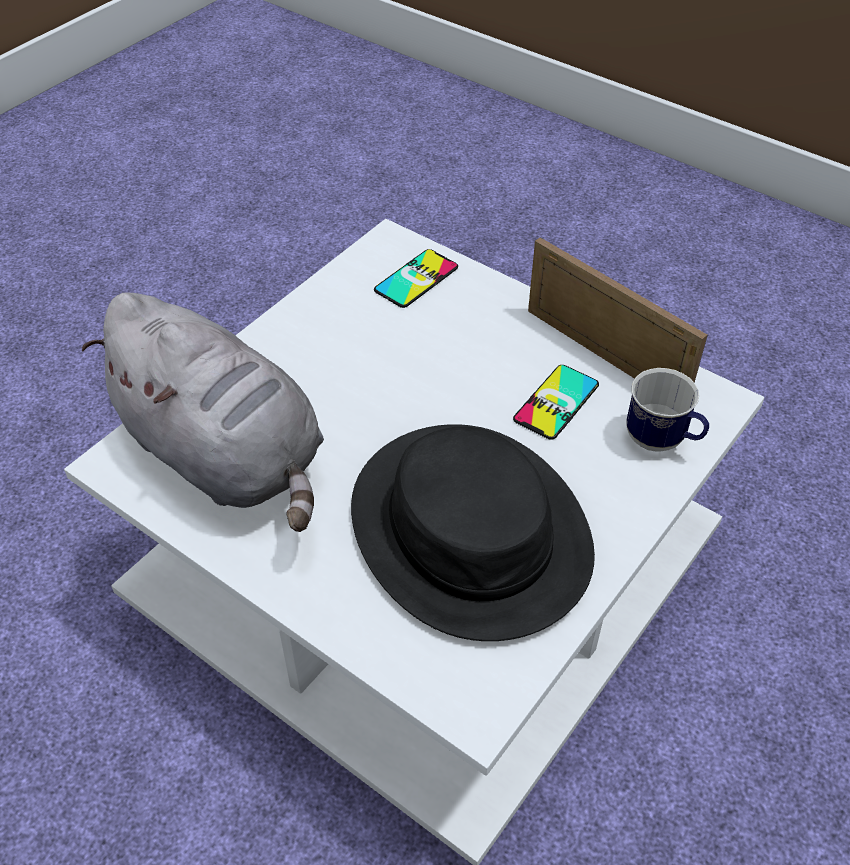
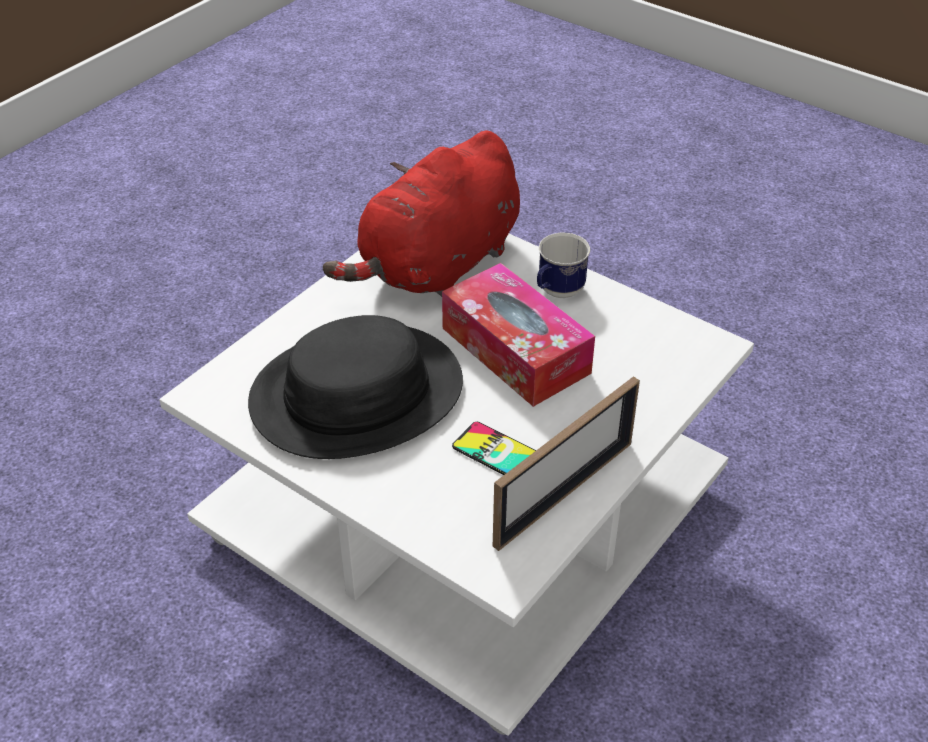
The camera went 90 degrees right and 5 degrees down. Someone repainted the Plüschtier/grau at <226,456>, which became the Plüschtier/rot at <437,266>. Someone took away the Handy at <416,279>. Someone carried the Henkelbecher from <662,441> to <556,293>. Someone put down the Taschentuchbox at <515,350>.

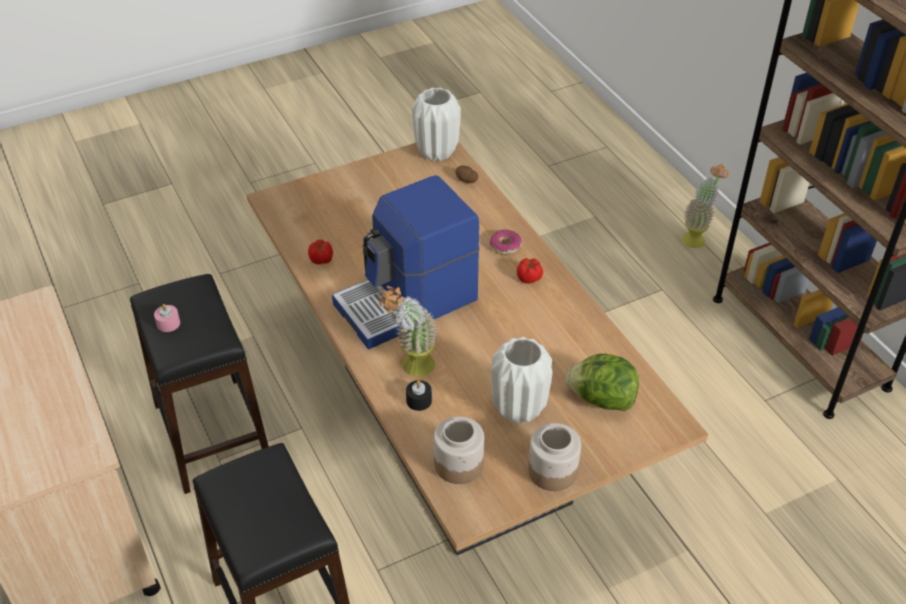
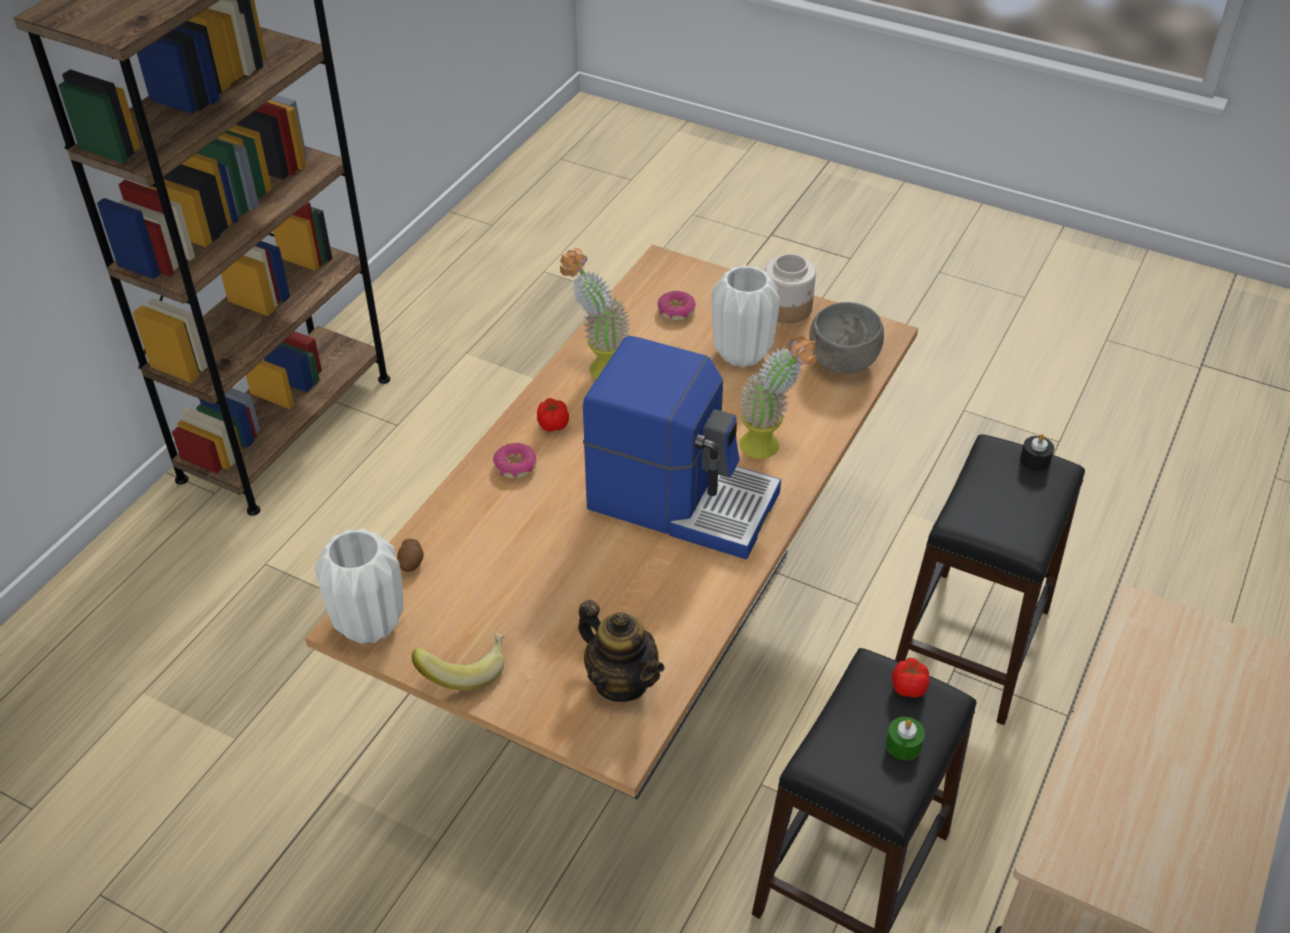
The camera went 125 degrees left and 0 degrees up. Someone repainted the Kerze/rosa at <168,323>, which became the Kerze/grün at <903,745>. Someone carried the Tomate from <322,260> to <908,686>. Someone carried the Kerze/schwarz from <419,400> to <1035,460>. Someone swapped the Vorratsglas at <459,464> for the Schüssel/grau at <842,362>. Someone swapped the Salatkopf at <601,399> for the Donut at <676,311>. Someone carried the Topfpflanze from <697,237> to <598,368>. Someone put down the Banane at <464,669>. Someone put down the Teekanne at <621,681>.

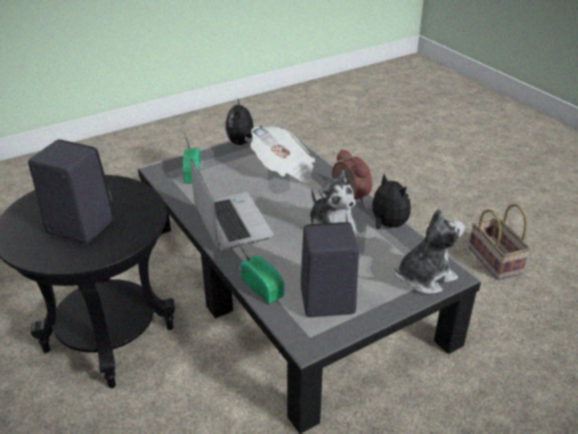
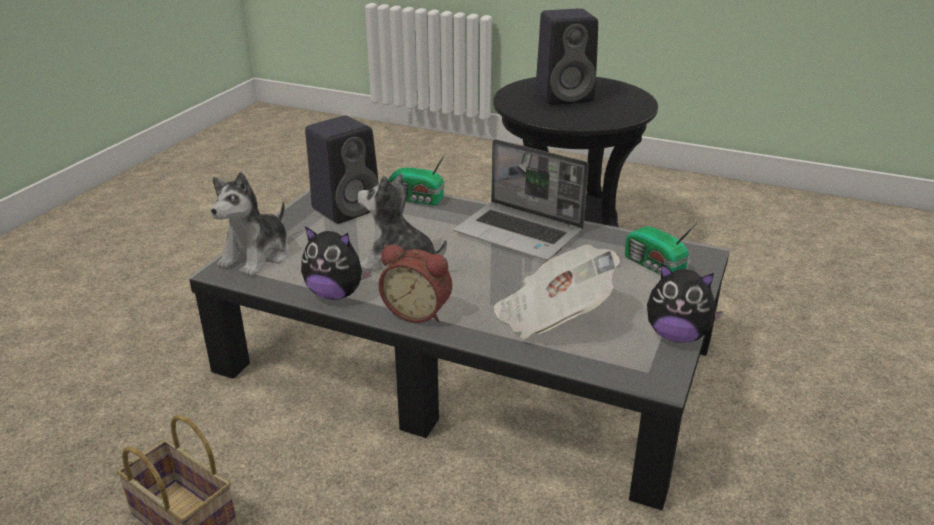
The camera went 145 degrees right and 5 degrees down. Someone rotated the Plüschtier at <242,142> by 150 degrees clockwise.

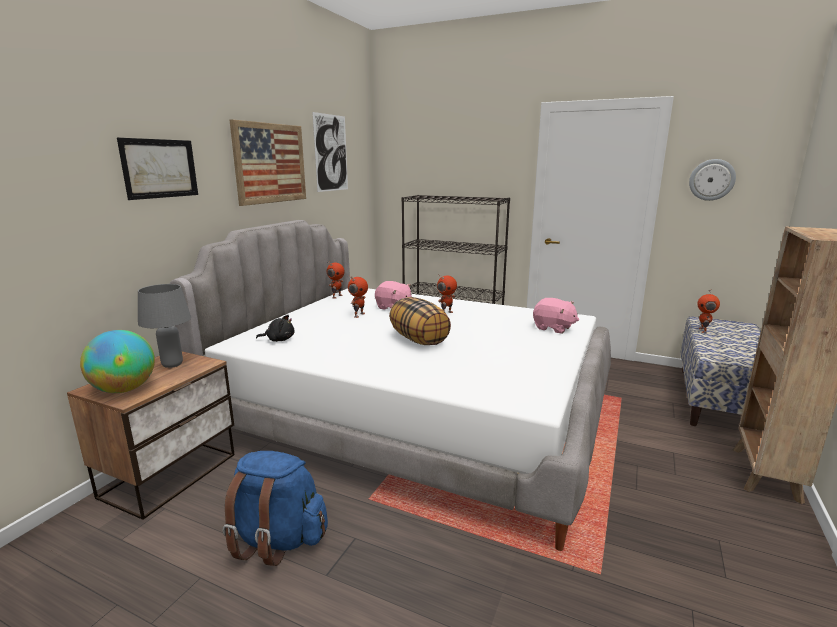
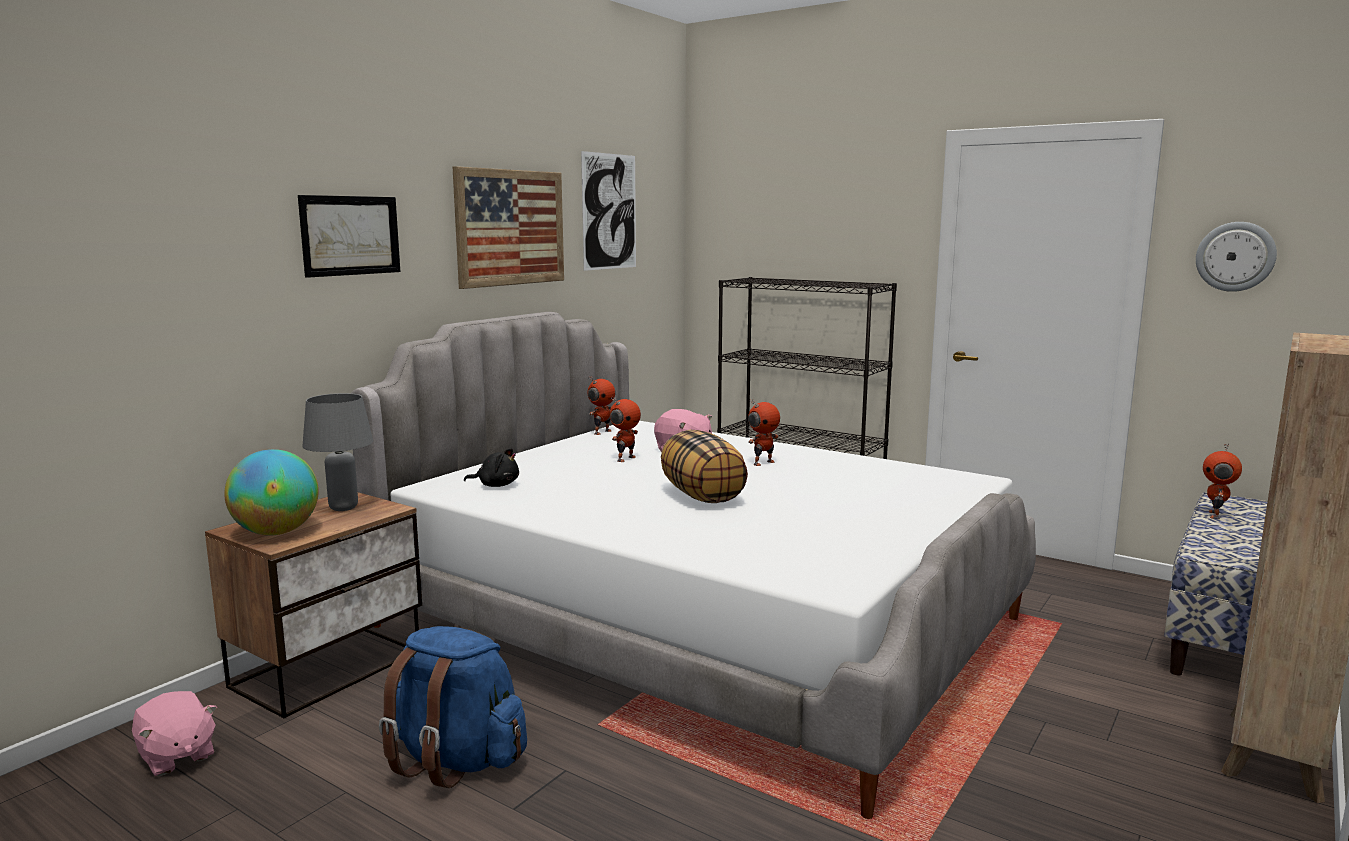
The camera went 10 degrees right and 5 degrees down. Someone carried the Plüschtier/rosa from <553,328> to <176,756>.

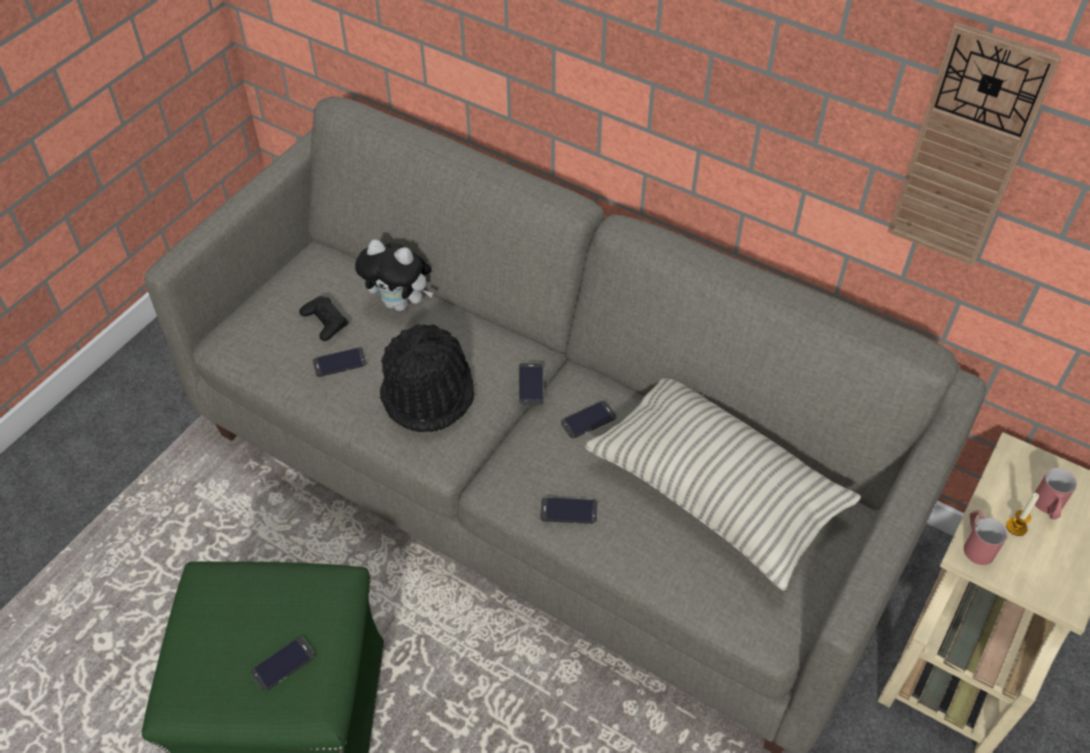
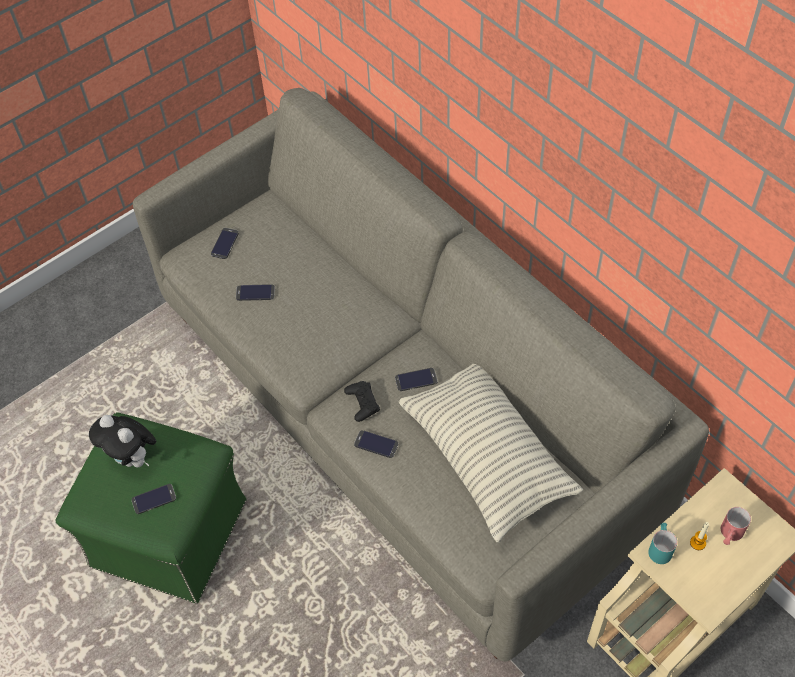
The camera went 20 degrees right and 5 degrees up. Someone carried the Gamepad/schwarz from <325,321> to <362,403>. Someone carried the Plüschtier from <400,303> to <132,458>. Someone took away the Hut/schwarz at <428,391>. Someone carried the Handy from <531,384> to <225,243>. Someone took away the Wanduhr at <966,150>. Someone repainted the Henkelbecher/rot at <976,544>, which became the Henkelbecher/türkis at <660,547>.

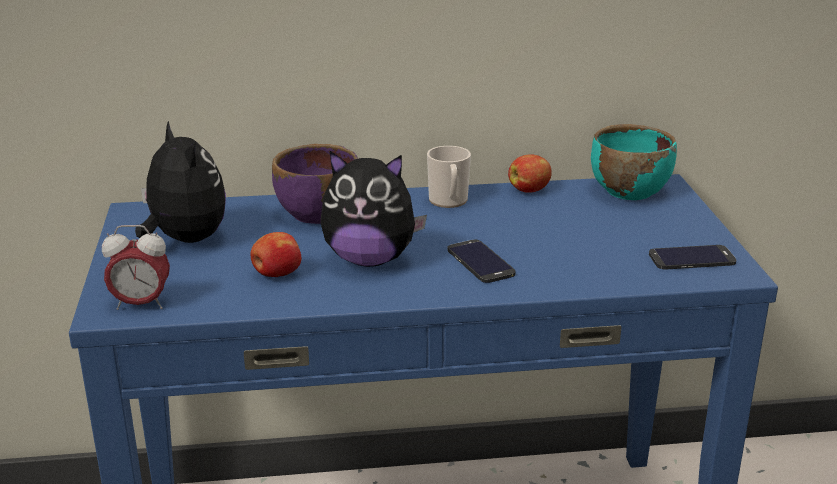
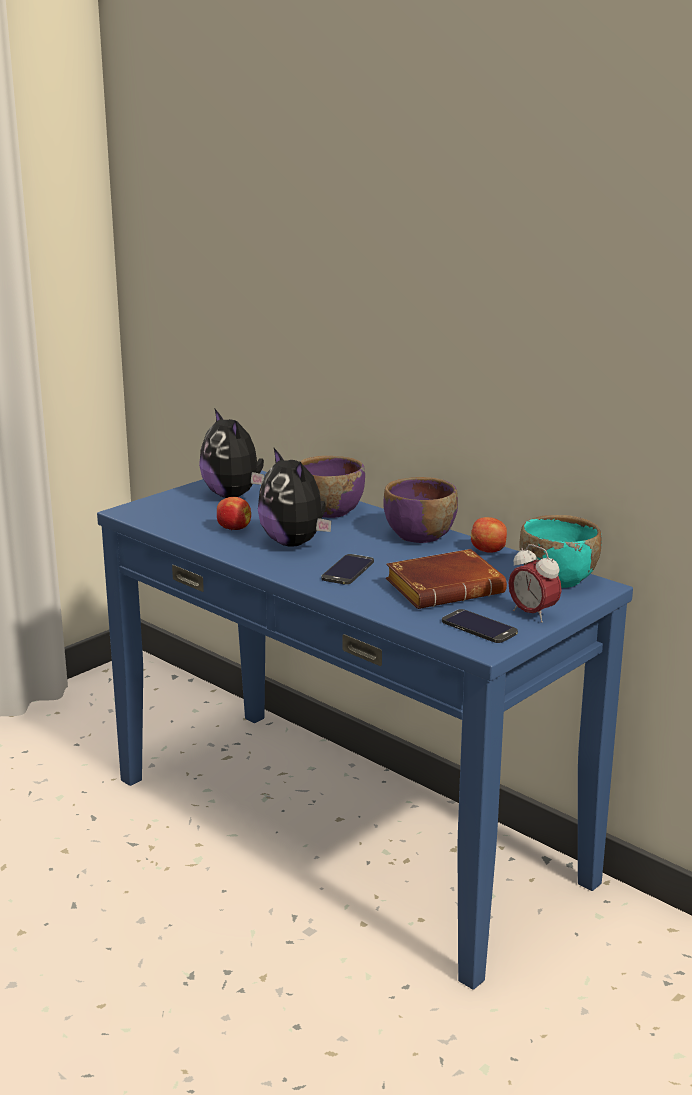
The camera went 50 degrees right and 5 degrees down. Someone carried the Wecker from <141,304> to <532,614>. Someone rotated the Plüschtier at <184,239> by 135 degrees clockwise. Someone swapped the Henkelbecher at <449,202> for the Schüssel/lila at <419,535>. Someone put down the Buch/braun at <446,588>.

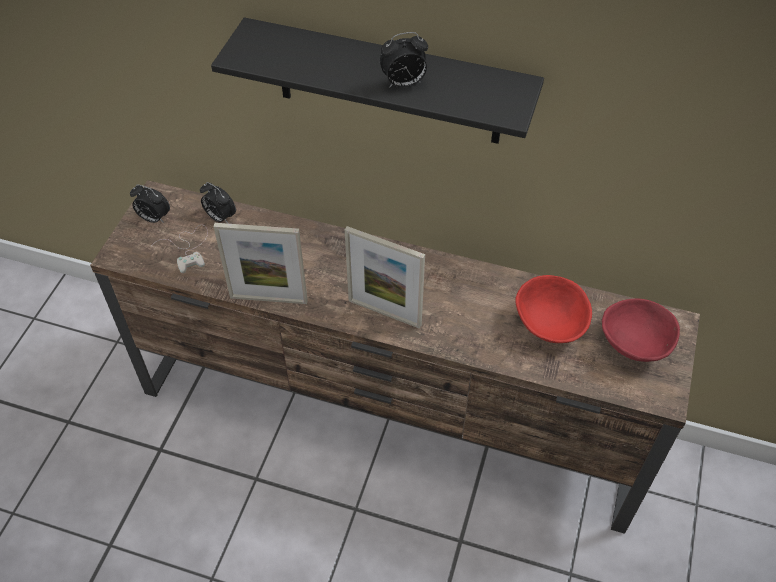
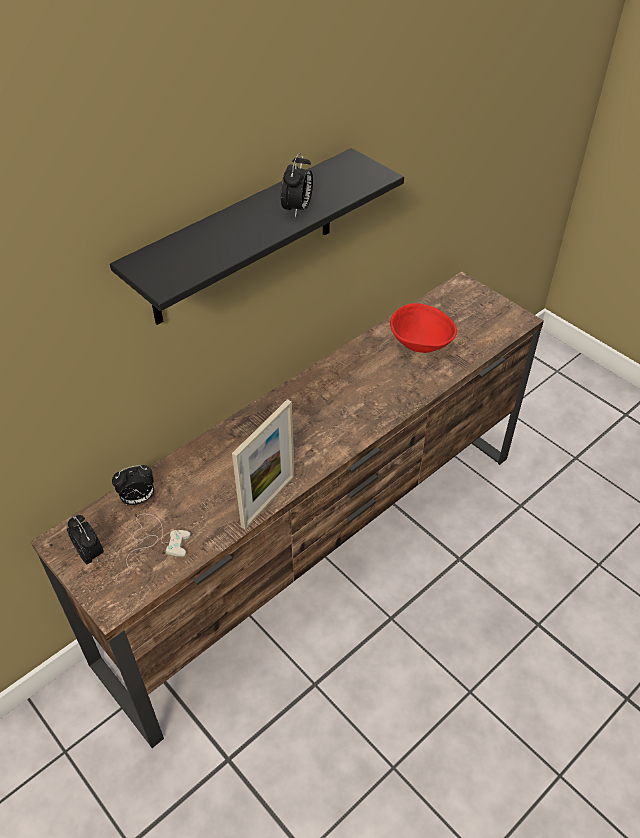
The camera went 60 degrees left and 5 degrees down. Someone rotated the Wecker at <153,218> by 90 degrees counterclockwise. Someone took away the Bilderrahmen at <384,313>. Someone took away the Schüssel/rot at <633,344>.

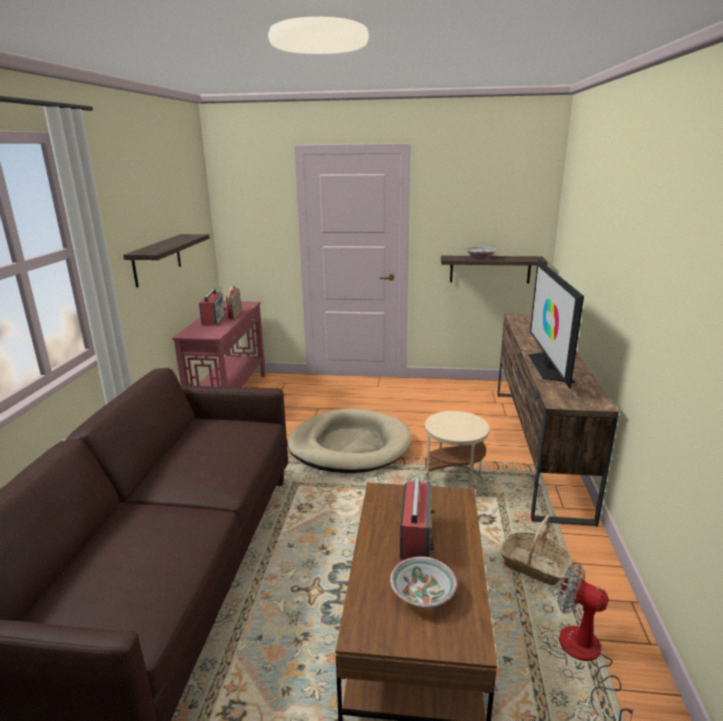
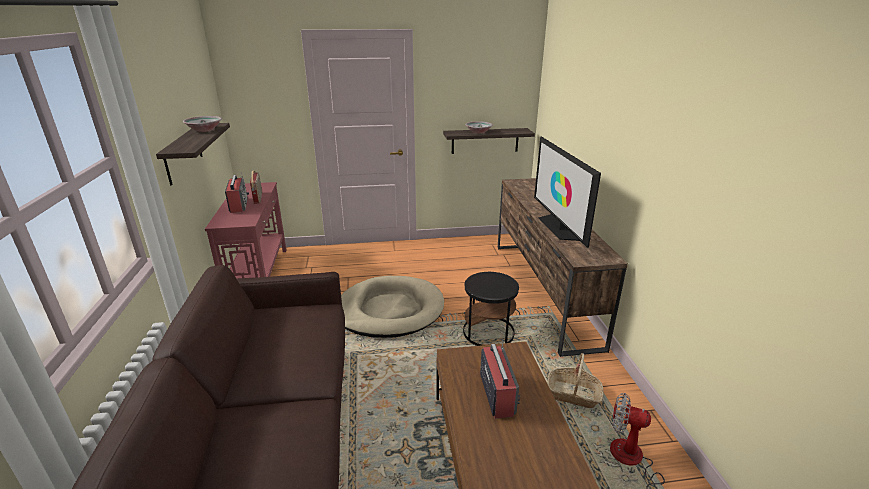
The camera went 15 degrees left and 5 degrees up. Someone carried the Schüssel from <423,595> to <204,130>. Someone repainted the Beistelltisch/beige at <454,483>, which became the Beistelltisch/schwarz at <489,332>.

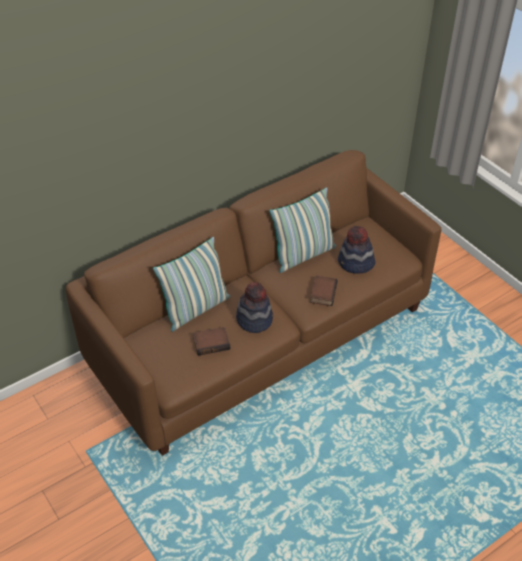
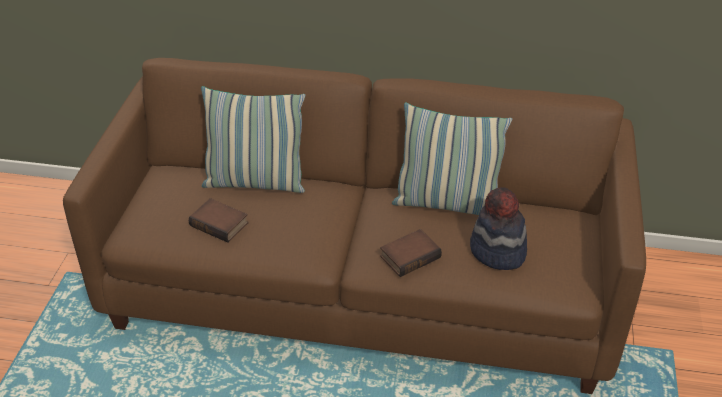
The camera went 45 degrees right and 5 degrees down. Someone took away the Hut at <254,319>.

